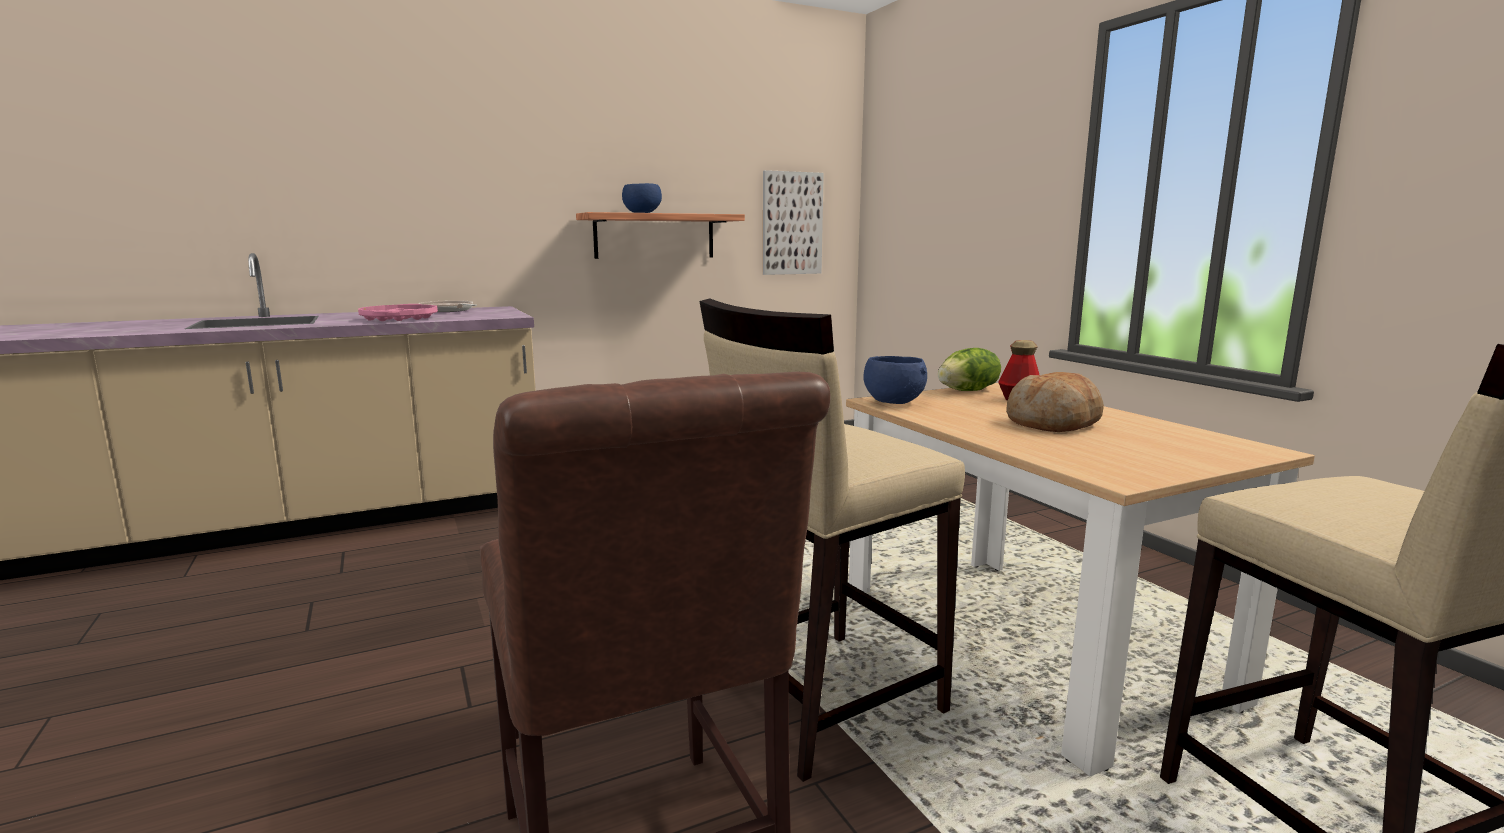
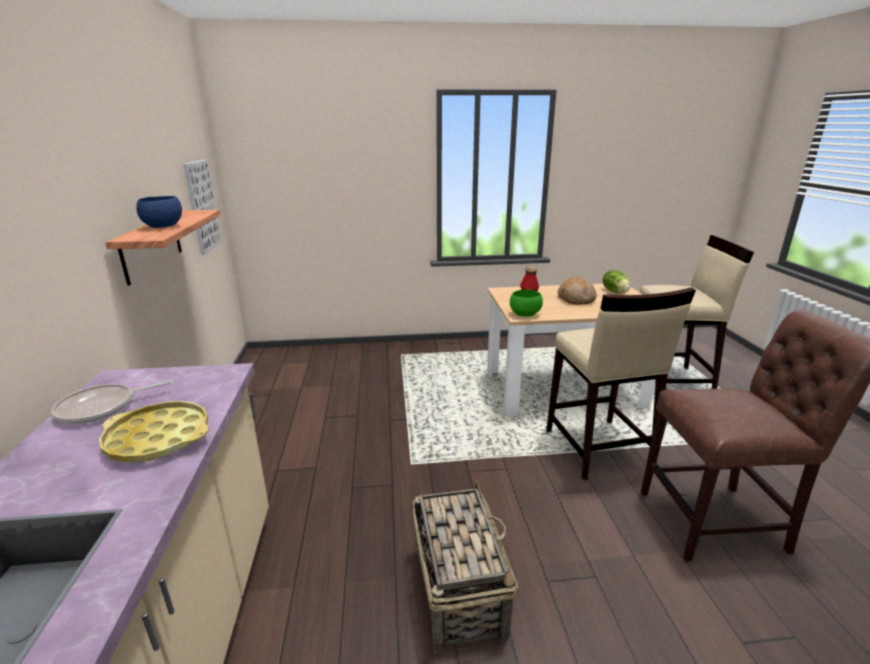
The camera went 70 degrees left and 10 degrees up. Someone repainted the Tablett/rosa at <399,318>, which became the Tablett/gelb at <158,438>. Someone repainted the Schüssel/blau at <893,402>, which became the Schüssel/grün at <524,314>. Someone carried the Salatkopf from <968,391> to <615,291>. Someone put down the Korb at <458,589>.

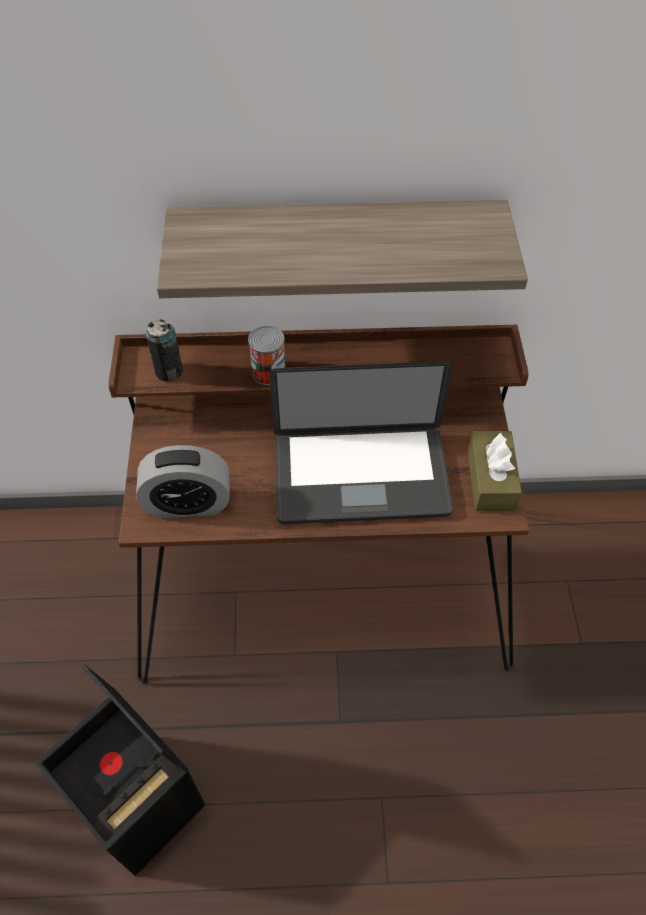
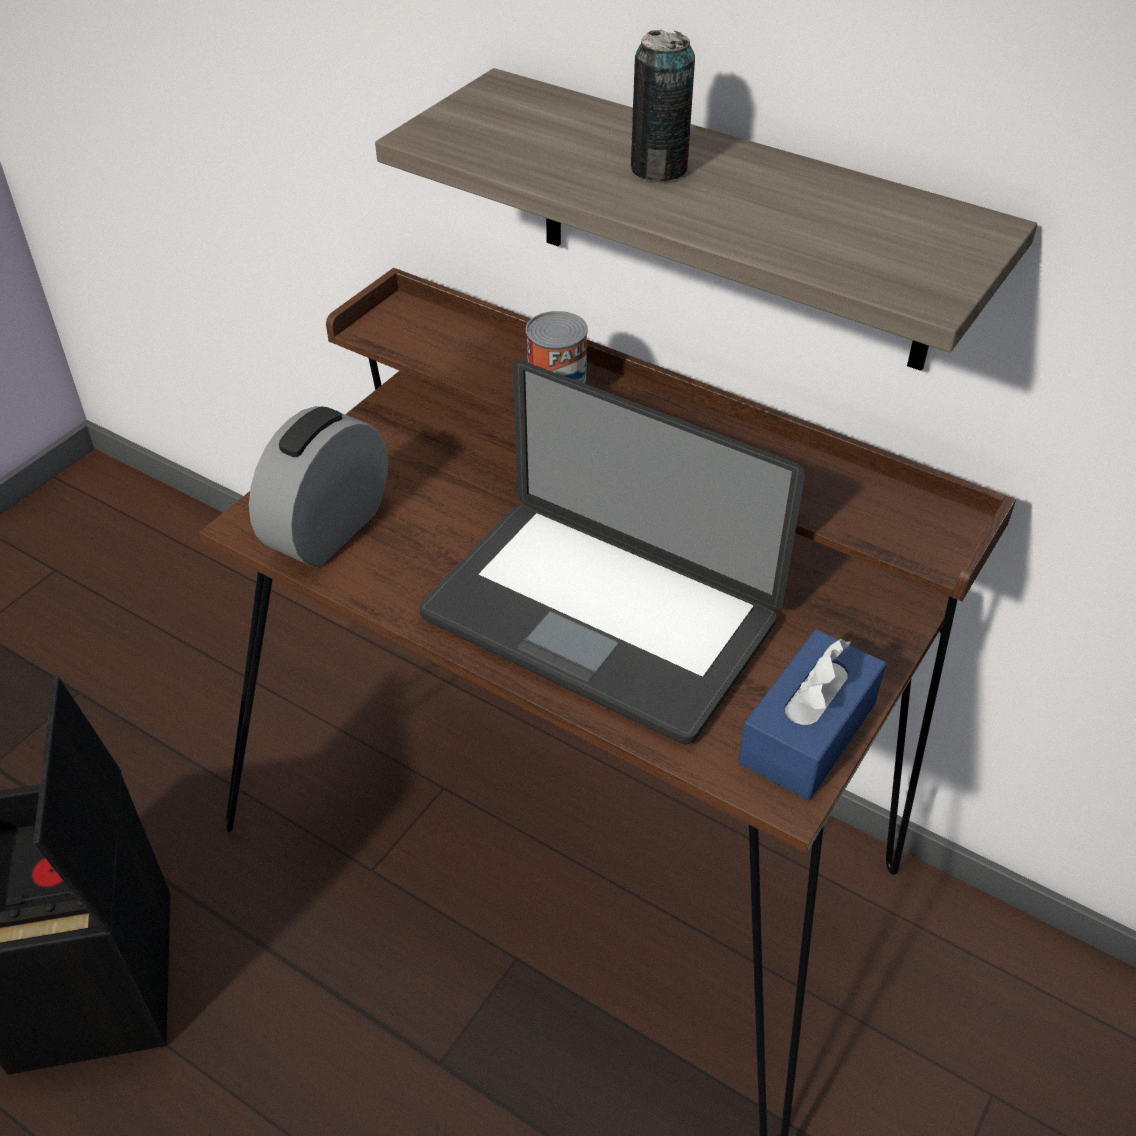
The camera went 35 degrees right and 10 degrees down. Someone rotated the Wecker at <188,503> by 90 degrees clockwise. Someone carried the Dose from <169,371> to <659,169>. Someone repainted the Taschentuchbox/braun at <490,479>, which became the Taschentuchbox/blau at <808,732>.

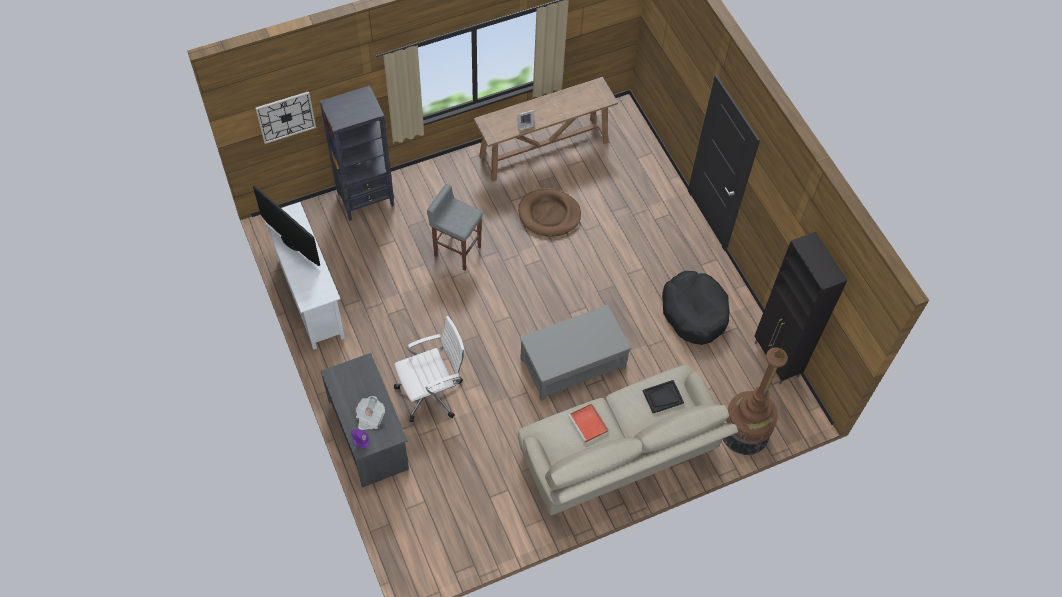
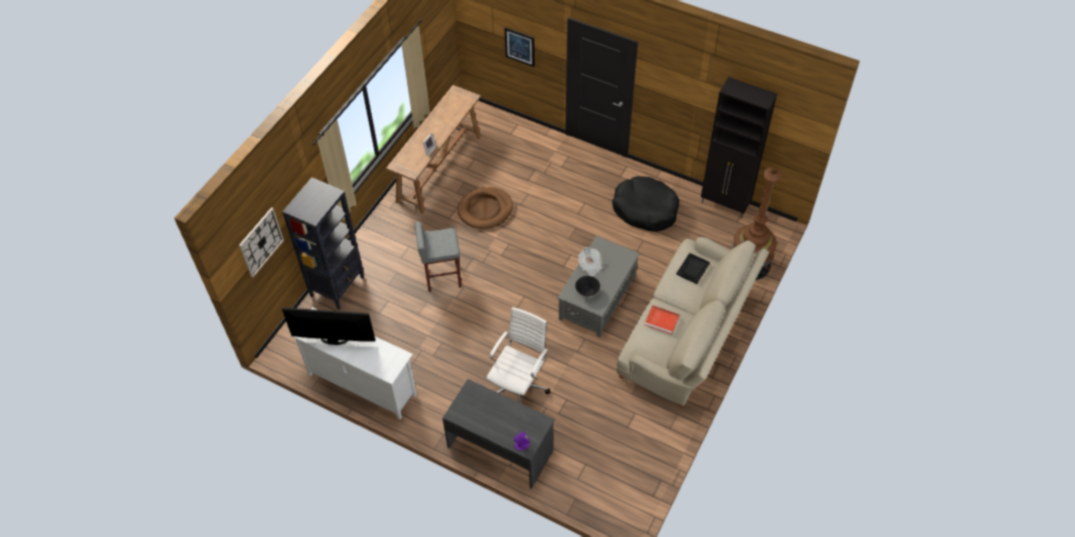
The camera went 35 degrees left and 5 degrees down. Someone carried the Zeitung from <369,417> to <590,266>. Someone put up the Bild at <520,46>. Someone put down the Schüssel/schwarz at <587,291>.

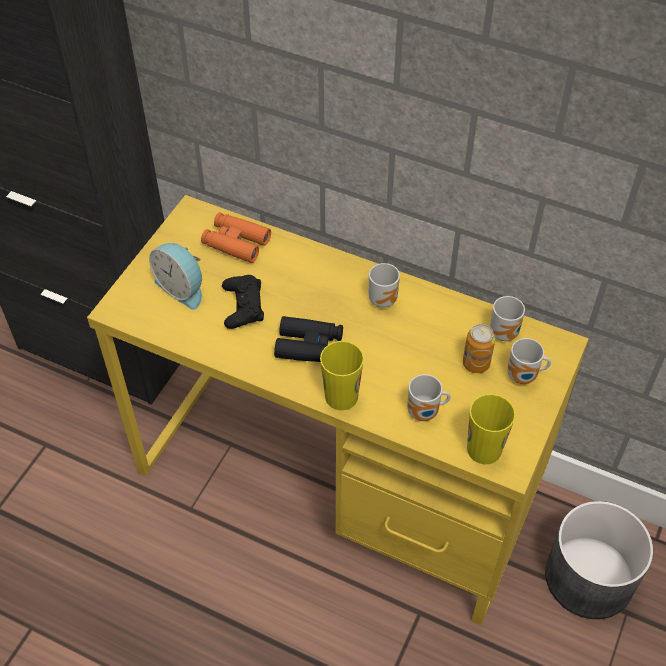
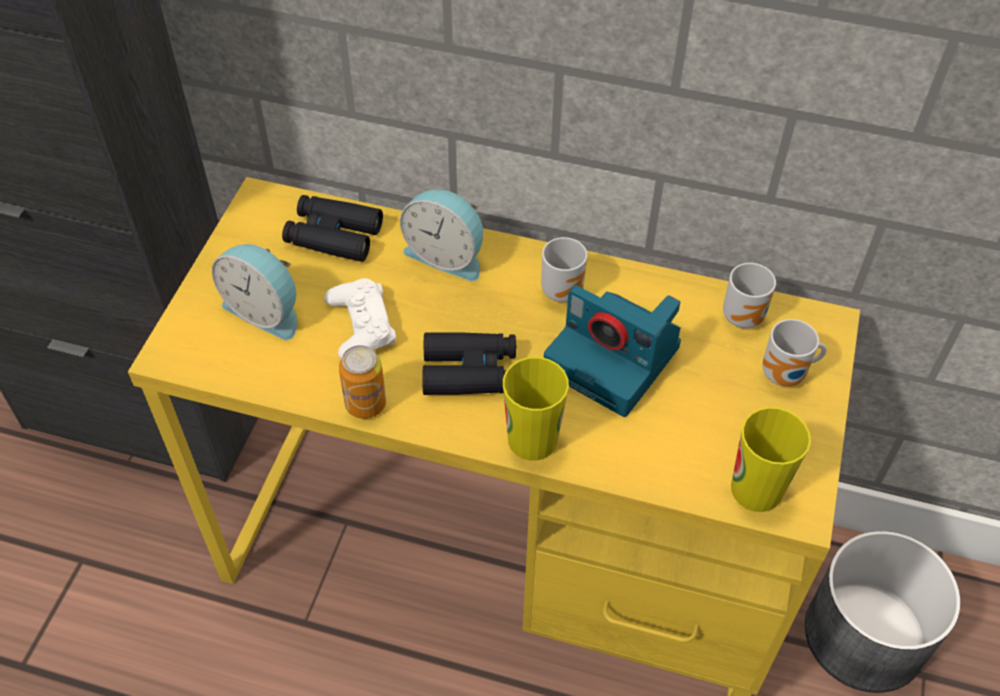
The camera went 10 degrees left and 0 degrees up. Someone repainted the Fernglas/orange at <236,242>, which became the Fernglas/schwarz at <333,235>. Someone repainted the Gamepad/schwarz at <243,306>, which became the Gamepad/weiß at <361,325>. Someone took away the Henkelbecher at <425,413>. Someone carried the Dose from <476,363> to <365,404>. Someone put down the Wecker at <446,255>. Someone put down the Kamera at <615,359>.

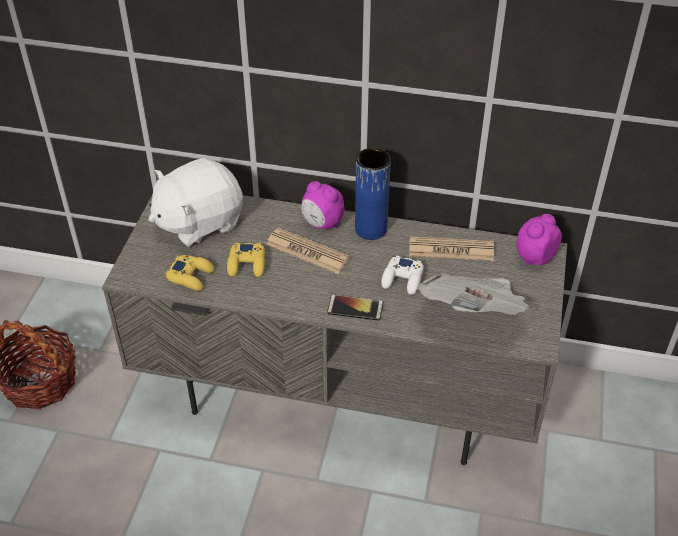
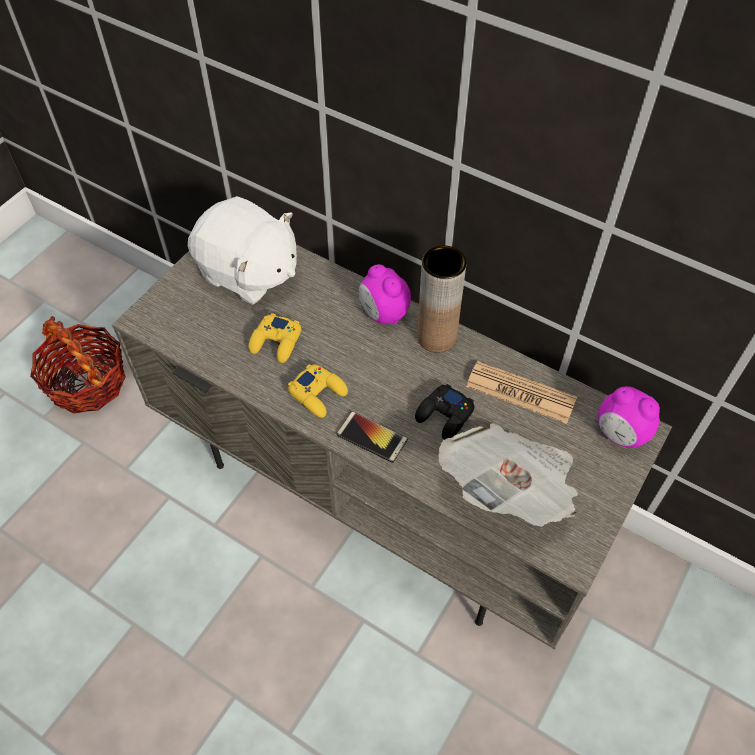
The camera went 20 degrees right and 10 degrees up. Someone rotated the Plüschtier/weiß at <199,222> by 135 degrees counterclockwise. Someone carried the Gamepad/gelb from <191,276> to <318,393>. Someone took away the Zeitung at <307,251>. Someone repainted the Vase/blau at <371,229>, which became the Vase/braun at <436,337>. Someone repainted the Gamepad/weiß at <403,279>, which became the Gamepad/schwarz at <445,416>. Someone rotated the Wecker at <534,257> by 120 degrees counterclockwise.

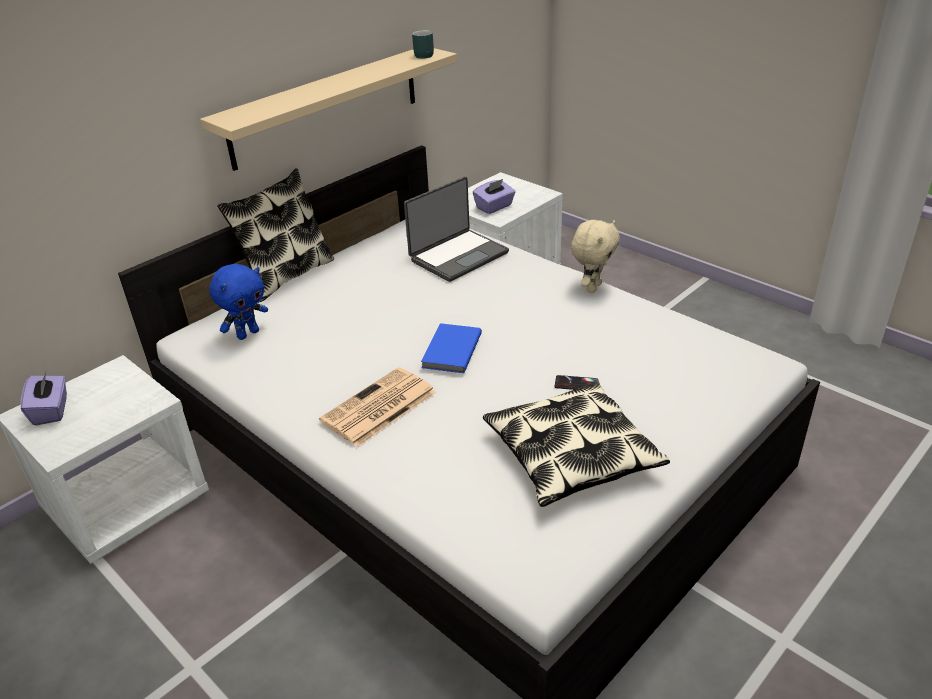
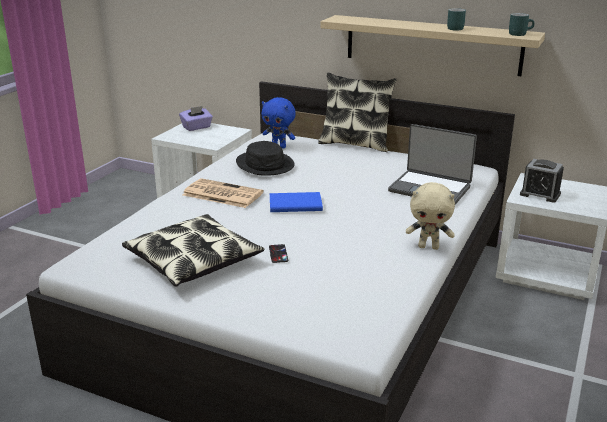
The camera went 70 degrees right and 10 degrees down. Someone swapped the Taschentuchbox/lila at <494,207> for the Wecker at <540,194>. Someone put down the Hut/schwarz at <265,164>. Someone put down the Henkelbecher/türkis at <452,28>.

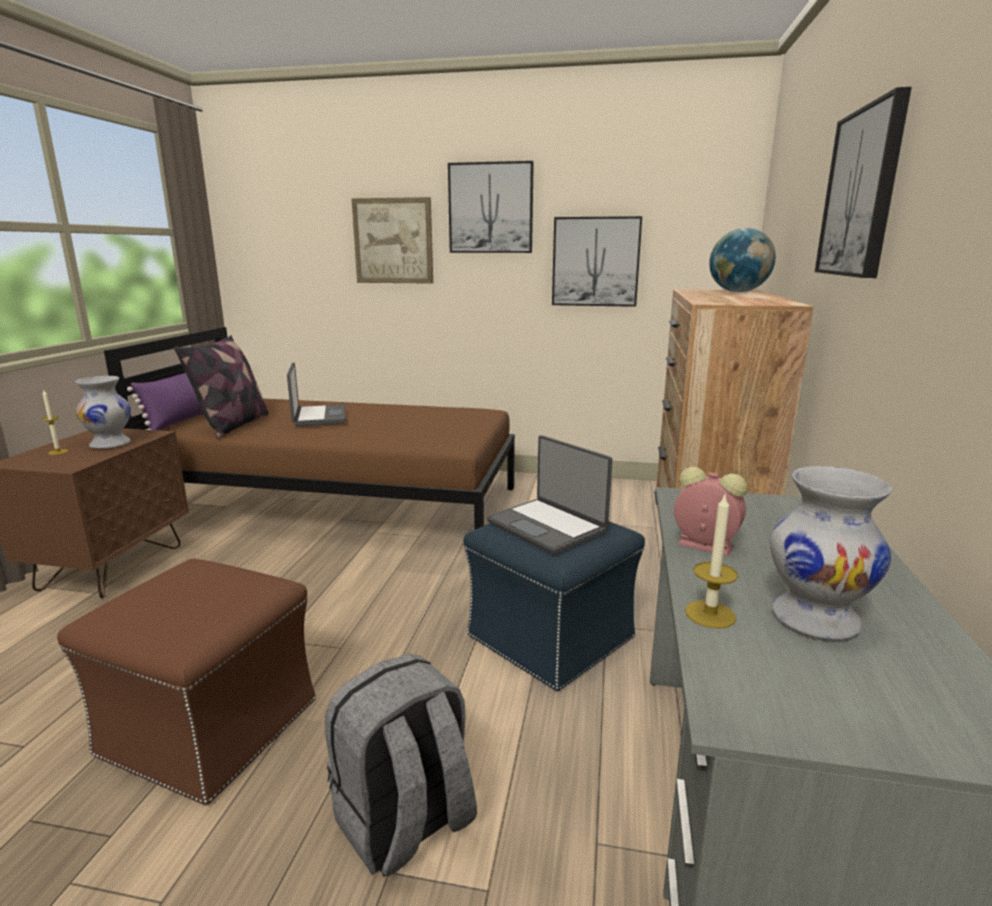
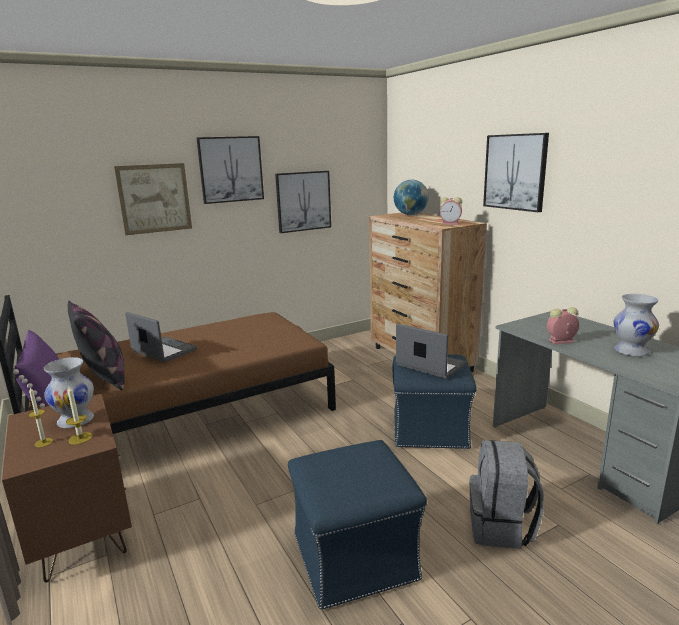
The camera went 40 degrees left and 0 degrees up. Someone repainted the Polsterhocker/braun at <211,727>, which became the Polsterhocker/blau at <356,556>. Someone rotated the Laptop at <548,526> by 150 degrees counterclockwise. Someone carried the Kerze from <710,614> to <80,438>. Someone put down the Wecker at <451,223>.

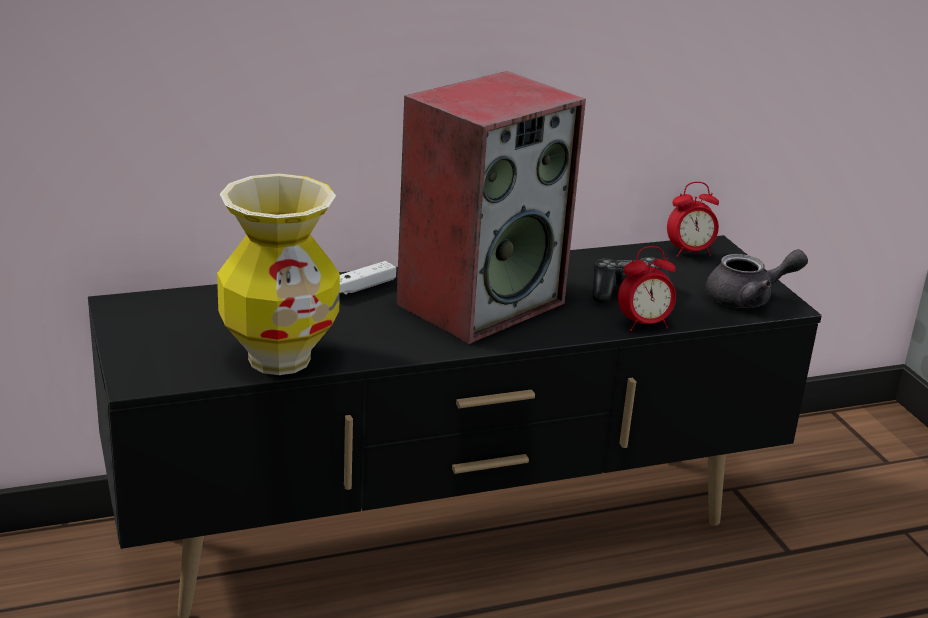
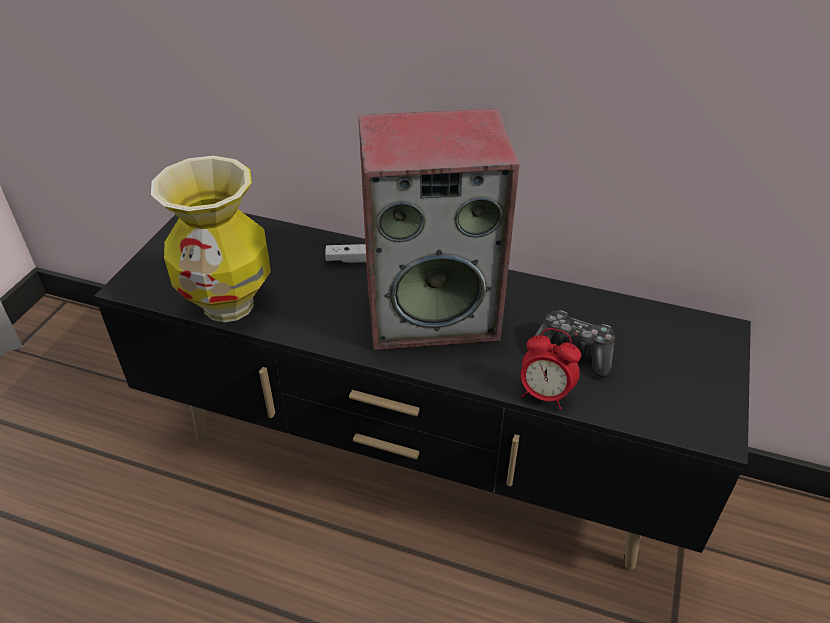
The camera went 40 degrees right and 15 degrees up. Someone took away the Wecker at <689,252>. Someone took away the Teekanne/grau at <748,299>.

